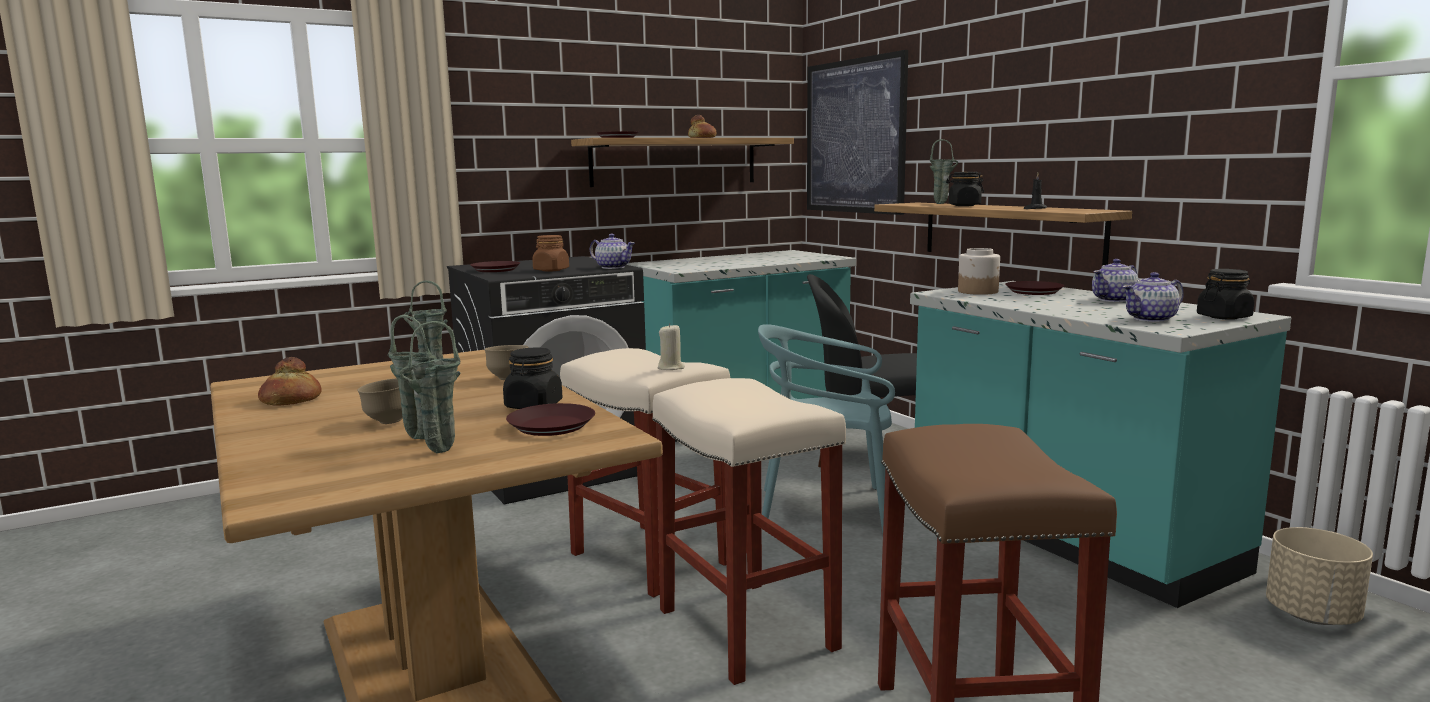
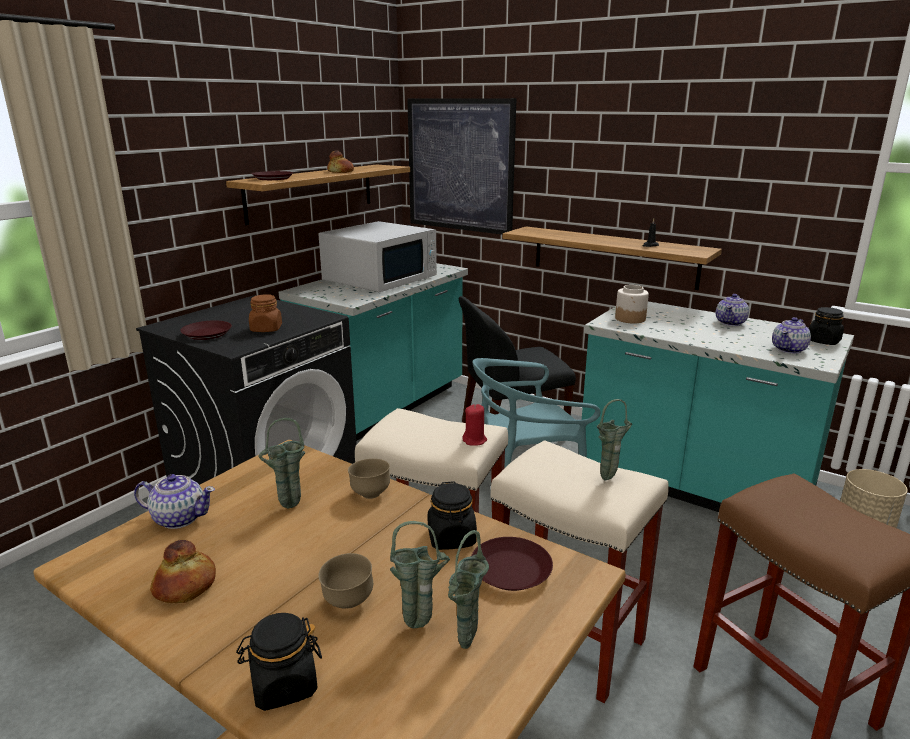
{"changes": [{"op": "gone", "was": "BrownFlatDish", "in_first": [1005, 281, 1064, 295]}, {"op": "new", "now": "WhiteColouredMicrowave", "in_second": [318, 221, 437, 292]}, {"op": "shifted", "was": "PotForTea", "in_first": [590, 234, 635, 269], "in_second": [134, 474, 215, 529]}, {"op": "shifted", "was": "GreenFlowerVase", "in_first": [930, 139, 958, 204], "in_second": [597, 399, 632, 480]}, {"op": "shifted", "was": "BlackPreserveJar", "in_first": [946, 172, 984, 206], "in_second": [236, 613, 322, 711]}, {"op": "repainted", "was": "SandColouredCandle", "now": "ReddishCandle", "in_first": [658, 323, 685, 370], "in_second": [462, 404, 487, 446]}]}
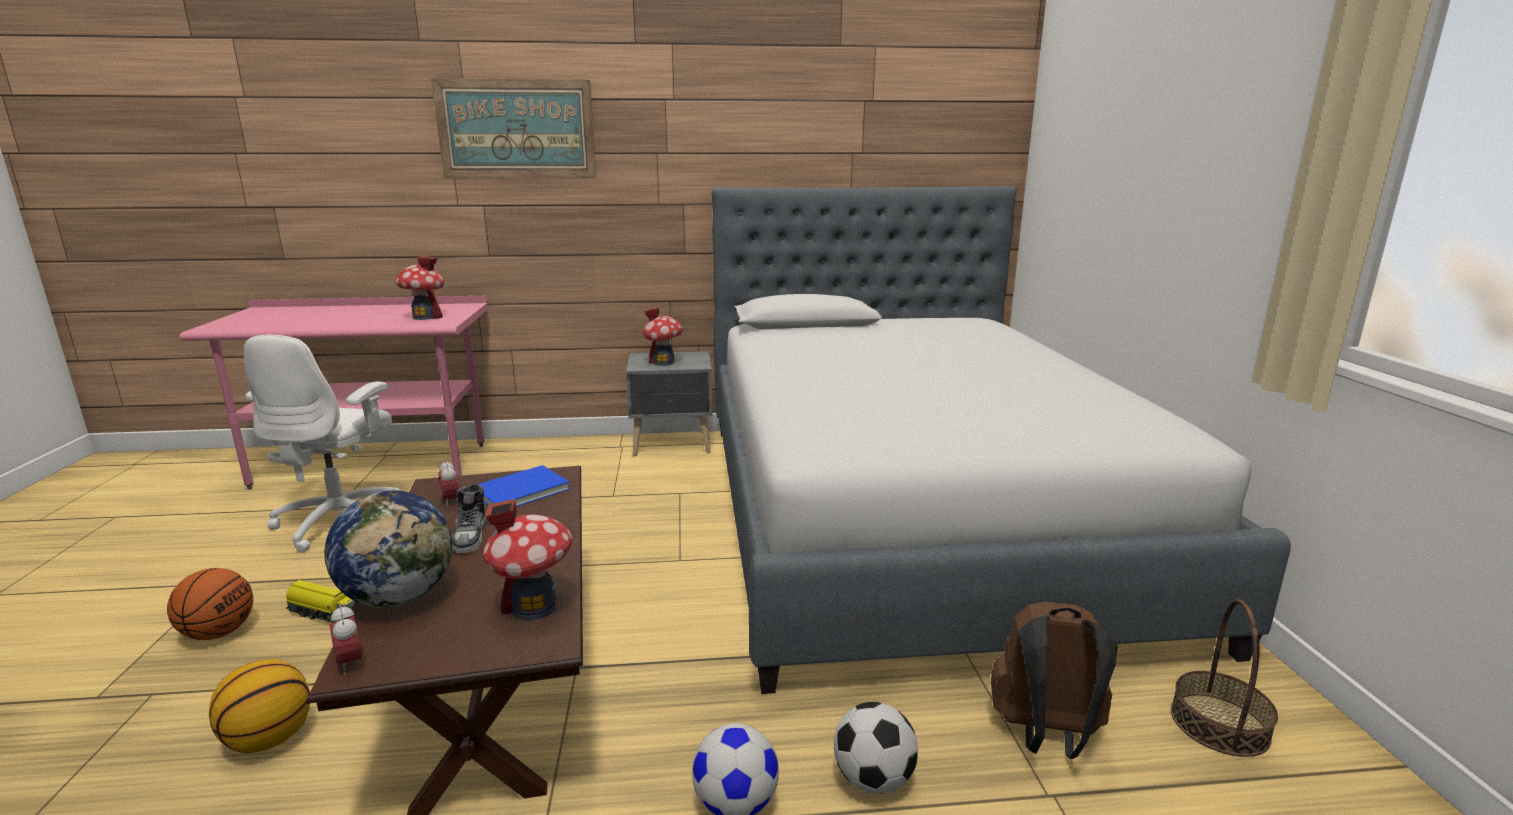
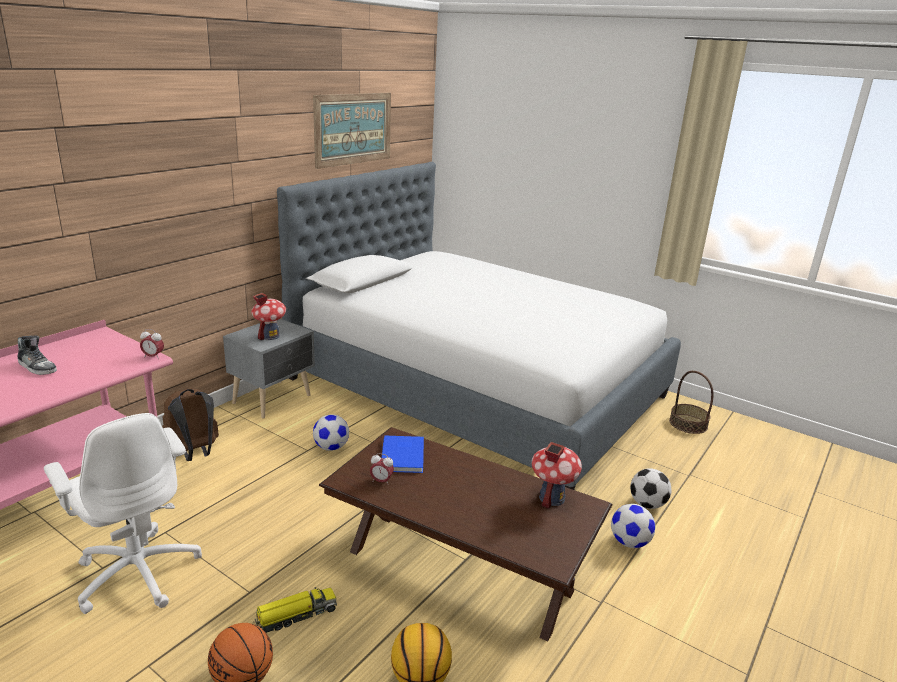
{"changes": [{"op": "gone", "was": "WorldGlobe", "in_first": [323, 490, 452, 608]}, {"op": "gone", "was": "ModelHouse", "in_first": [395, 256, 444, 320]}, {"op": "new", "now": "Football", "in_second": [313, 414, 349, 451]}, {"op": "shifted", "was": "BedsideClock", "in_first": [330, 604, 362, 675], "in_second": [140, 329, 164, 359]}, {"op": "shifted", "was": "WallArt", "in_first": [431, 78, 597, 179], "in_second": [313, 93, 391, 169]}, {"op": "shifted", "was": "ItemOfFootwear", "in_first": [452, 484, 486, 553], "in_second": [17, 335, 57, 375]}, {"op": "shifted", "was": "BrownKnapsack", "in_first": [991, 601, 1117, 759], "in_second": [162, 388, 219, 461]}]}
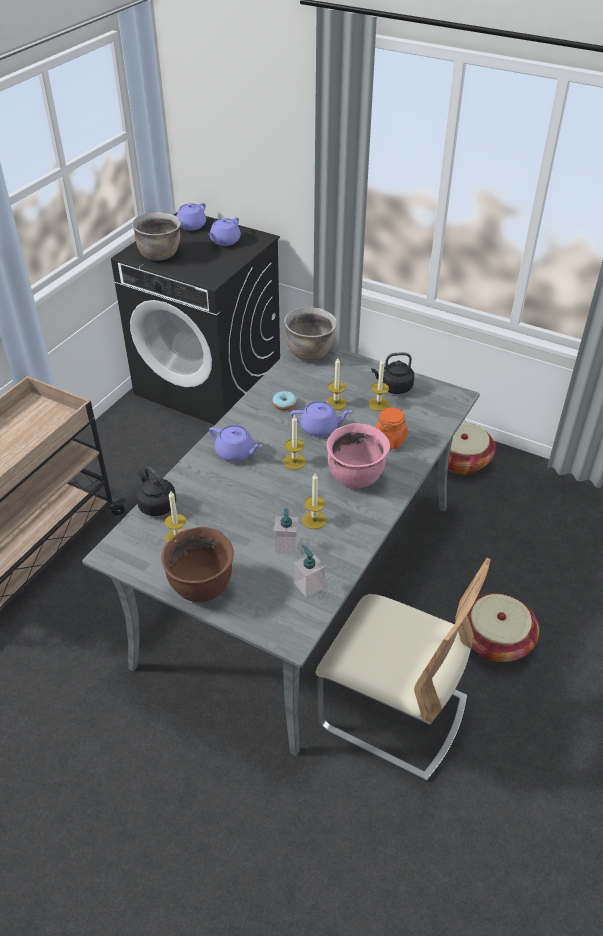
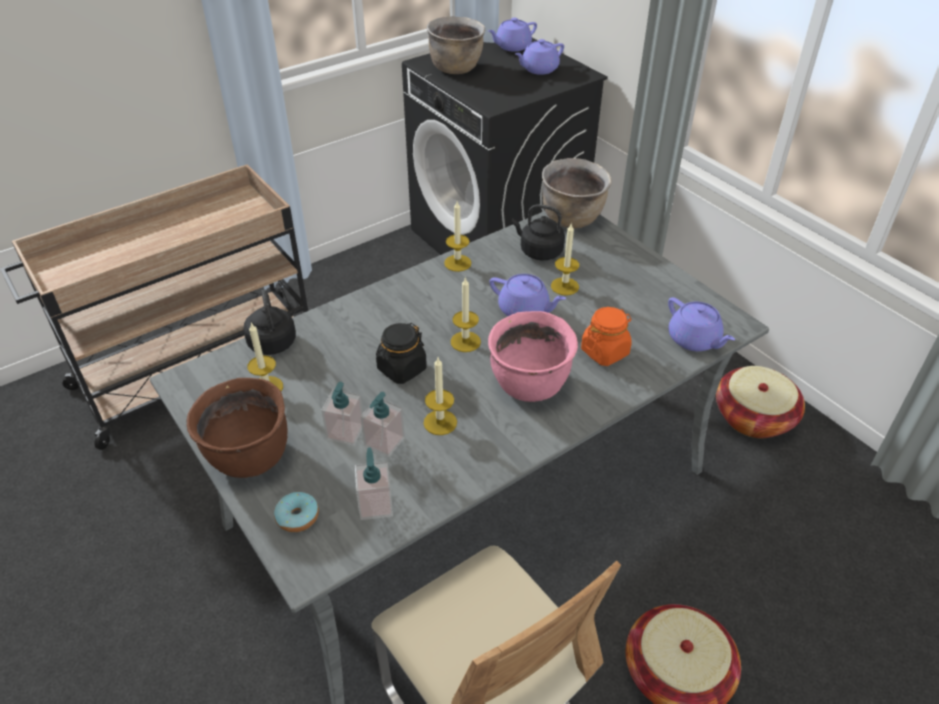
{"changes": [{"op": "new", "now": "LiquidSoapBottle", "in_second": [321, 382, 363, 446]}, {"op": "new", "now": "BlackPreserveJar", "in_second": [376, 323, 427, 384]}, {"op": "shifted", "was": "PurplePotForTea", "in_first": [209, 425, 262, 462], "in_second": [668, 297, 735, 351]}, {"op": "shifted", "was": "Doughnut", "in_first": [272, 391, 297, 411], "in_second": [274, 492, 319, 532]}, {"op": "shifted", "was": "Candle", "in_first": [368, 358, 389, 411], "in_second": [444, 201, 472, 272]}, {"op": "shifted", "was": "BlackWaterKettle", "in_first": [371, 352, 414, 394], "in_second": [512, 204, 565, 261]}]}
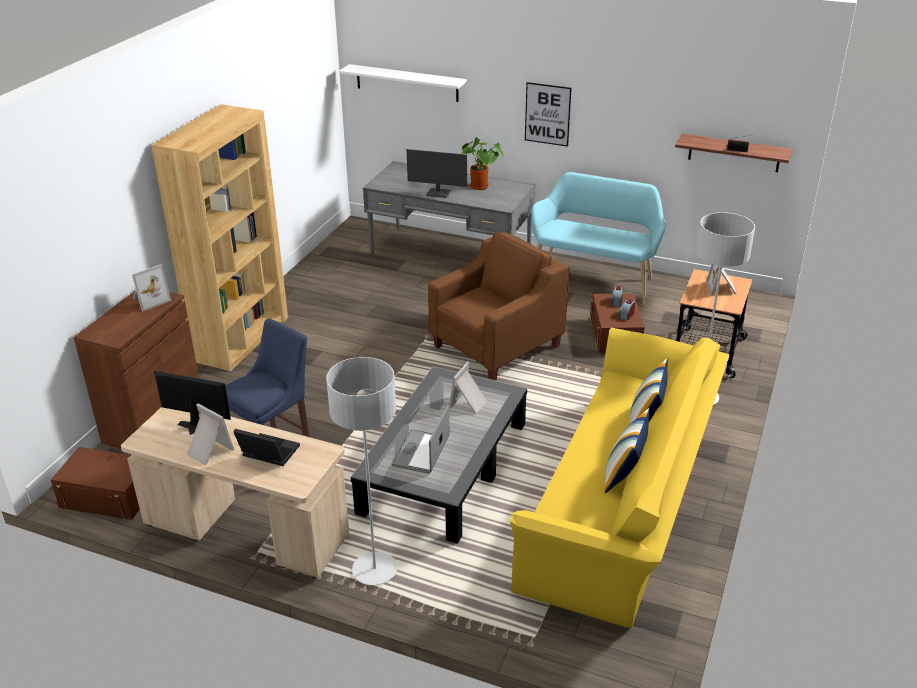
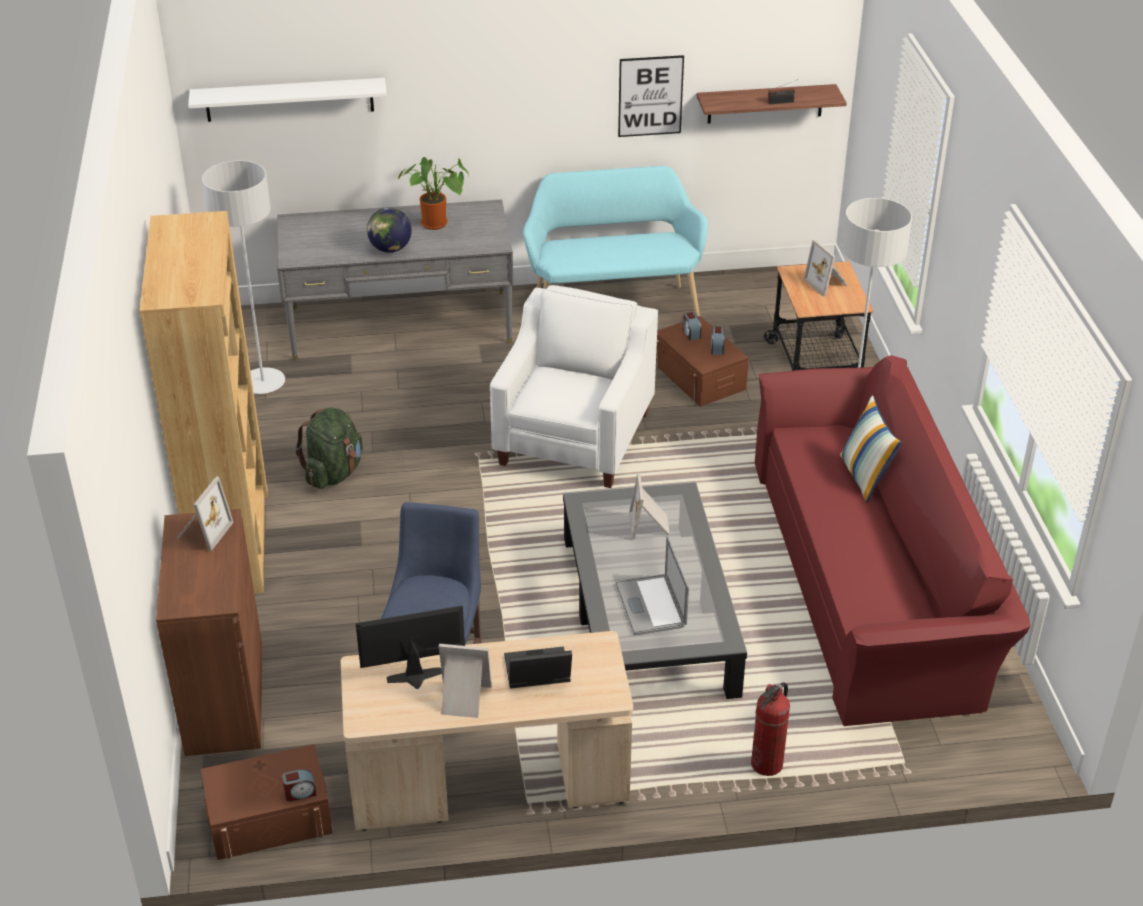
{"changes": [{"op": "gone", "was": "Cushion", "in_first": [605, 408, 650, 493]}, {"op": "new", "now": "BedsideClock", "in_second": [282, 769, 316, 802]}, {"op": "new", "now": "GreenKnapsack", "in_second": [295, 408, 363, 489]}, {"op": "new", "now": "FireFightingCylinder", "in_second": [751, 682, 790, 776]}, {"op": "shifted", "was": "GreyStandingLamp", "in_first": [326, 357, 397, 585], "in_second": [202, 160, 285, 394]}, {"op": "shifted", "was": "WallArt", "in_first": [525, 82, 571, 147], "in_second": [618, 55, 684, 137]}, {"op": "swapped", "was": "Monitor", "now": "WorldGlobe", "in_first": [407, 149, 467, 198], "in_second": [367, 208, 412, 253]}, {"op": "repainted", "was": "BrownEasyChair", "now": "WhiteColouredEasyChair", "in_first": [428, 232, 570, 380], "in_second": [490, 285, 658, 488]}, {"op": "repainted", "was": "YellowColouredCouch", "now": "ReddishCouch", "in_first": [510, 328, 730, 628], "in_second": [755, 355, 1031, 726]}]}
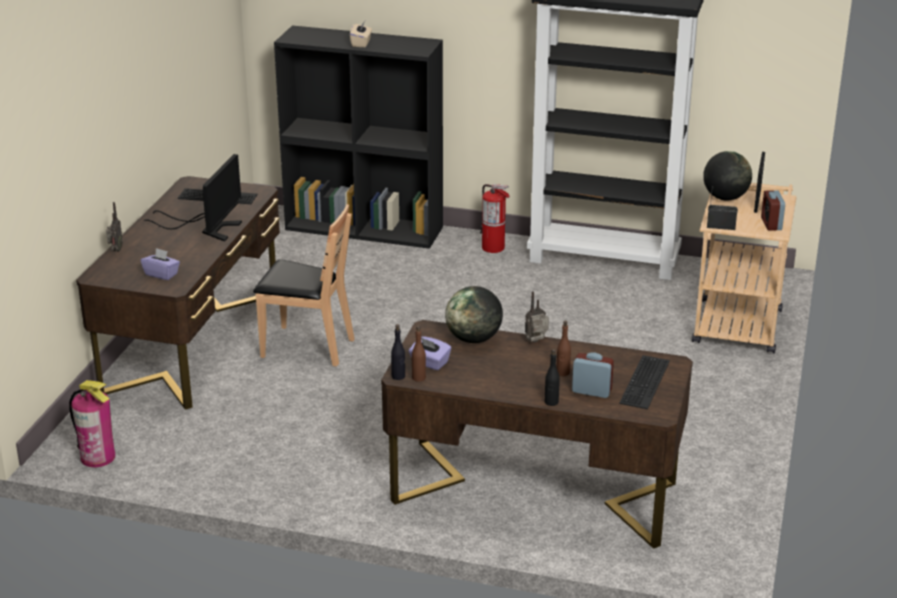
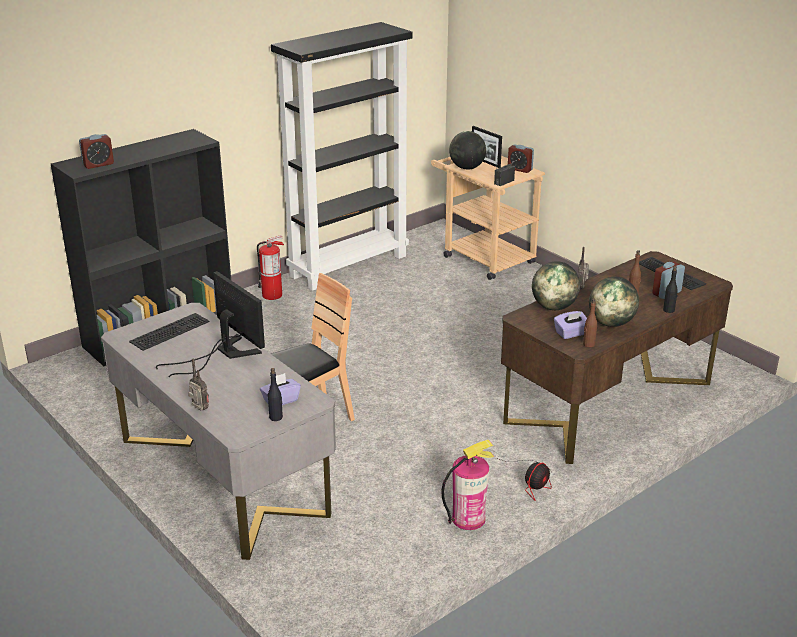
{"changes": [{"op": "gone", "was": "SandColouredBoxOfTissues", "in_first": [350, 21, 372, 47]}, {"op": "new", "now": "BedsideClock", "in_second": [79, 134, 114, 169]}, {"op": "new", "now": "Fan", "in_second": [496, 457, 552, 501]}, {"op": "new", "now": "WorldGlobe", "in_second": [589, 277, 639, 327]}, {"op": "shifted", "was": "FireFightingCylinder", "in_first": [69, 380, 115, 467], "in_second": [441, 440, 494, 530]}, {"op": "shifted", "was": "BlackBeverageBottle", "in_first": [391, 324, 405, 380], "in_second": [268, 368, 283, 421]}, {"op": "repainted", "was": "BrownDeskTable", "now": "GreyDeskTable", "in_first": [76, 176, 280, 410], "in_second": [101, 303, 336, 560]}]}
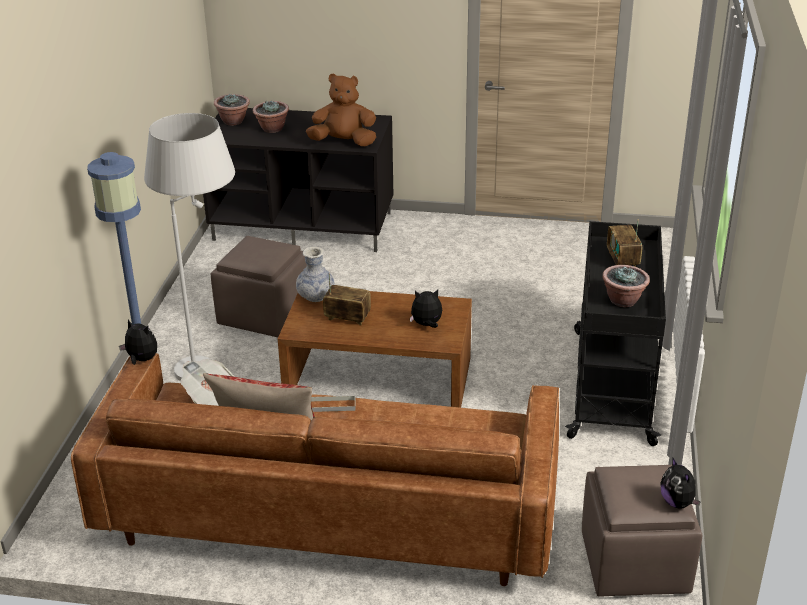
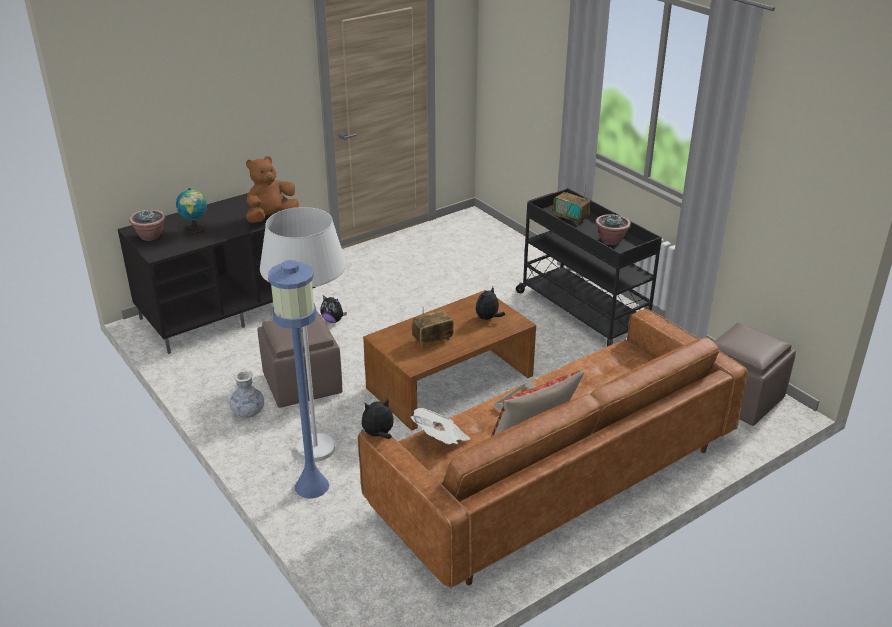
{"changes": [{"op": "shifted", "was": "FlowerVase", "in_first": [296, 247, 335, 302], "in_second": [230, 370, 264, 418]}, {"op": "shifted", "was": "CuddlyToy", "in_first": [660, 457, 701, 509], "in_second": [320, 296, 347, 323]}, {"op": "swapped", "was": "PlantInAPot", "now": "WorldGlobe", "in_first": [253, 101, 289, 133], "in_second": [176, 188, 207, 234]}]}
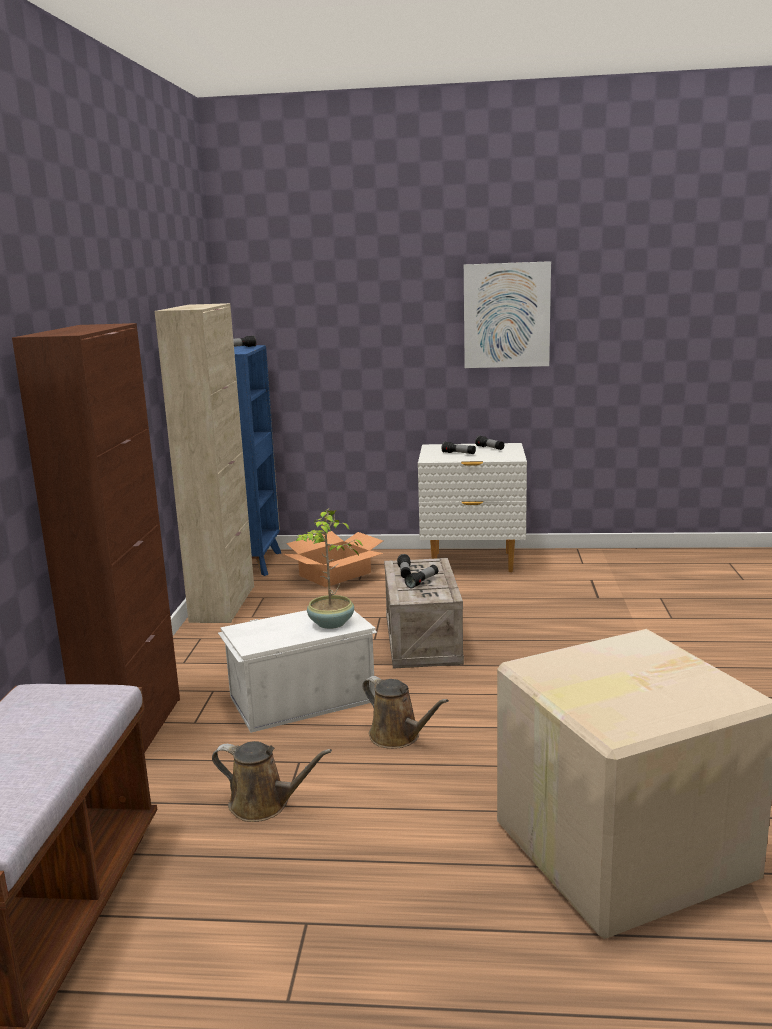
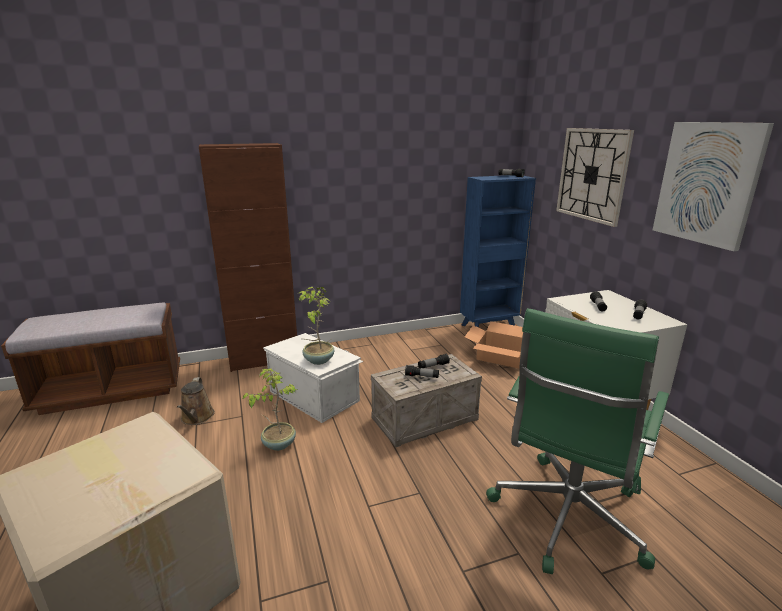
{"changes": [{"op": "gone", "was": "SandColouredStorageCabinet", "in_first": [155, 303, 254, 623]}, {"op": "new", "now": "GreenDeskChair", "in_second": [486, 308, 669, 574]}, {"op": "new", "now": "HangingClock", "in_second": [556, 128, 634, 227]}, {"op": "swapped", "was": "BrownWateringCan", "now": "PlantInAPot", "in_first": [363, 676, 449, 749], "in_second": [242, 369, 298, 451]}]}
